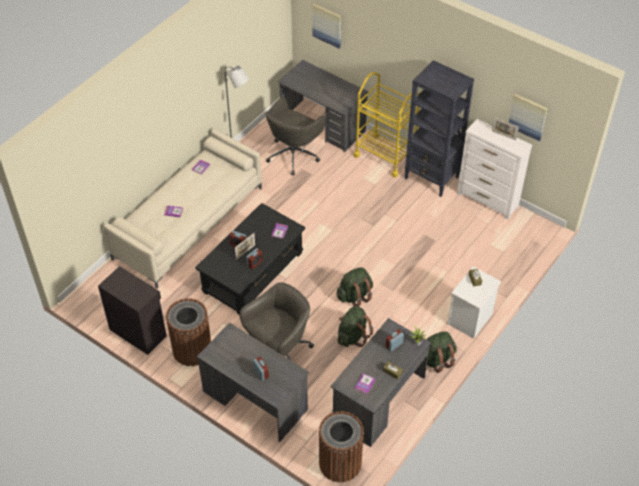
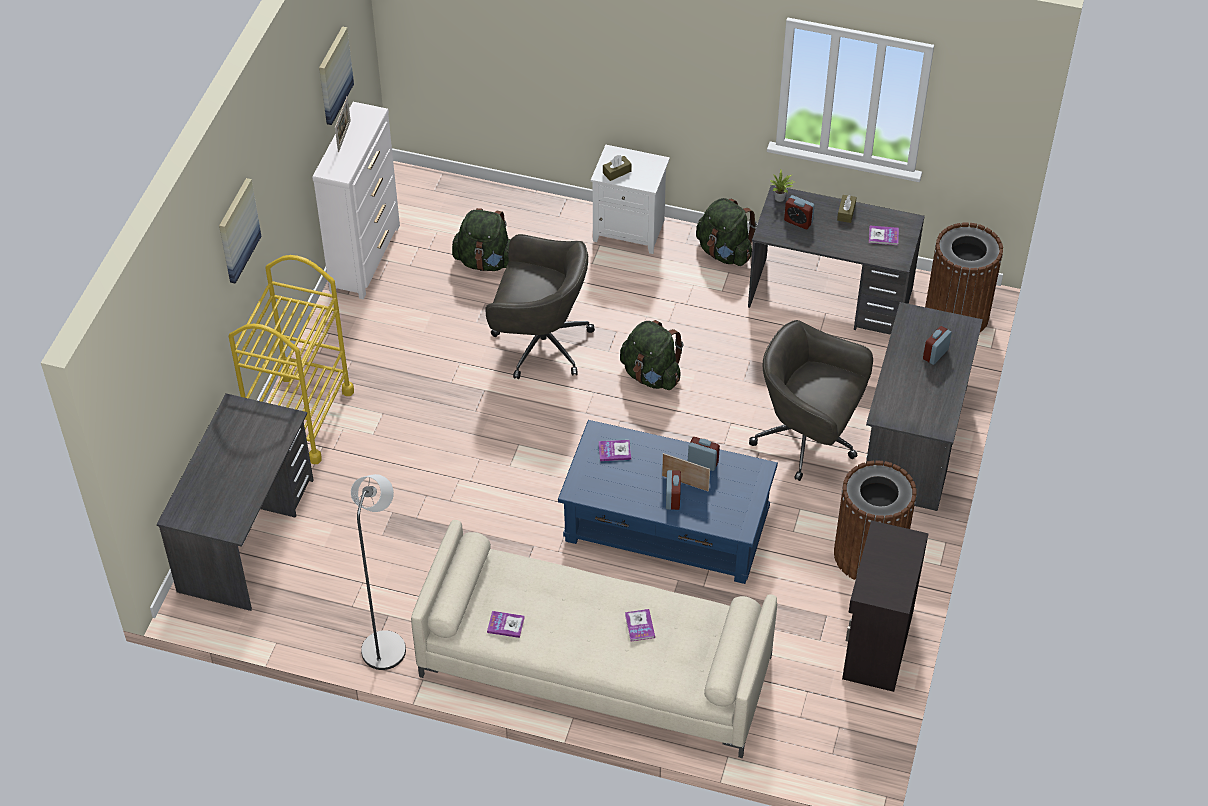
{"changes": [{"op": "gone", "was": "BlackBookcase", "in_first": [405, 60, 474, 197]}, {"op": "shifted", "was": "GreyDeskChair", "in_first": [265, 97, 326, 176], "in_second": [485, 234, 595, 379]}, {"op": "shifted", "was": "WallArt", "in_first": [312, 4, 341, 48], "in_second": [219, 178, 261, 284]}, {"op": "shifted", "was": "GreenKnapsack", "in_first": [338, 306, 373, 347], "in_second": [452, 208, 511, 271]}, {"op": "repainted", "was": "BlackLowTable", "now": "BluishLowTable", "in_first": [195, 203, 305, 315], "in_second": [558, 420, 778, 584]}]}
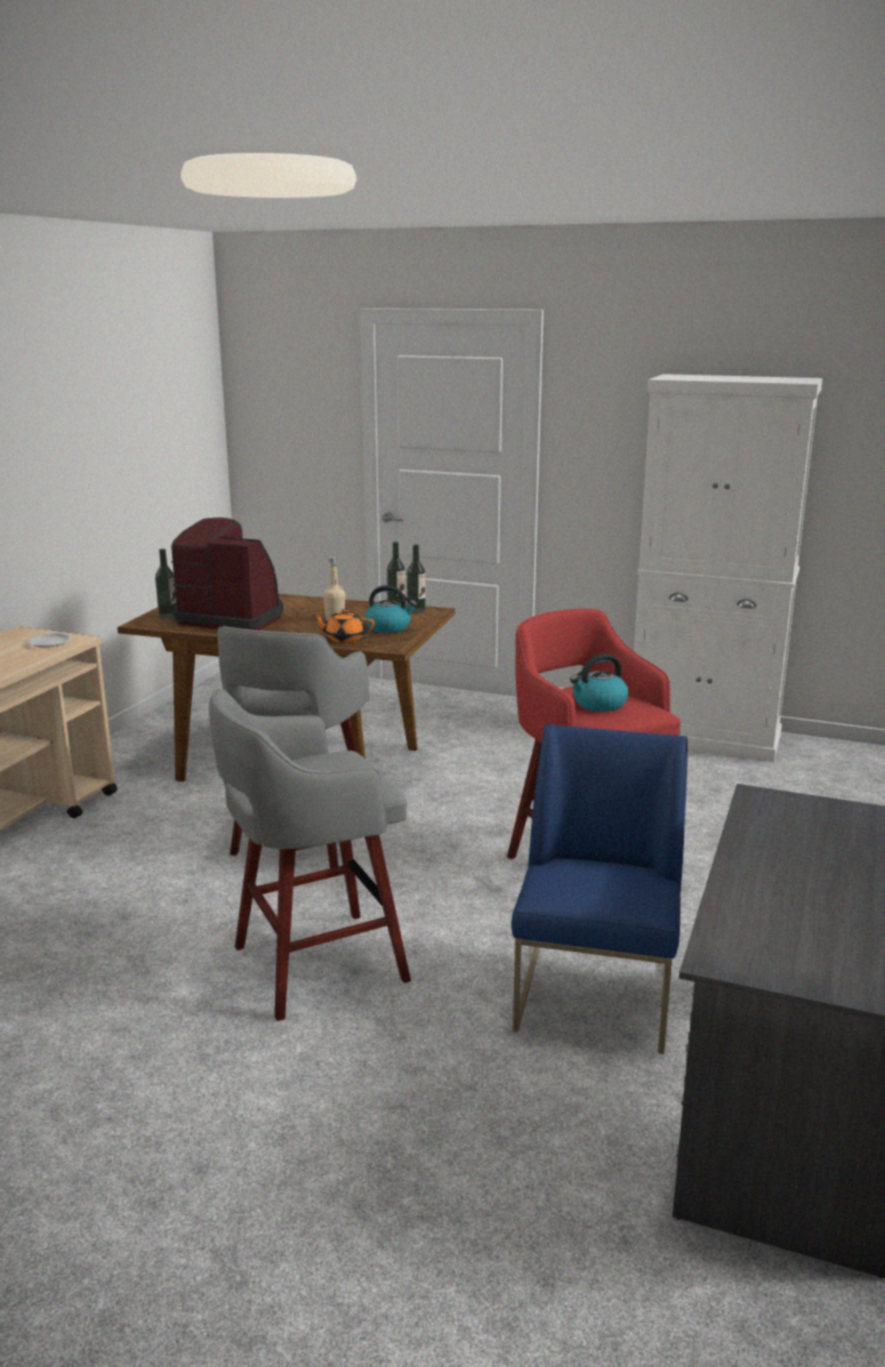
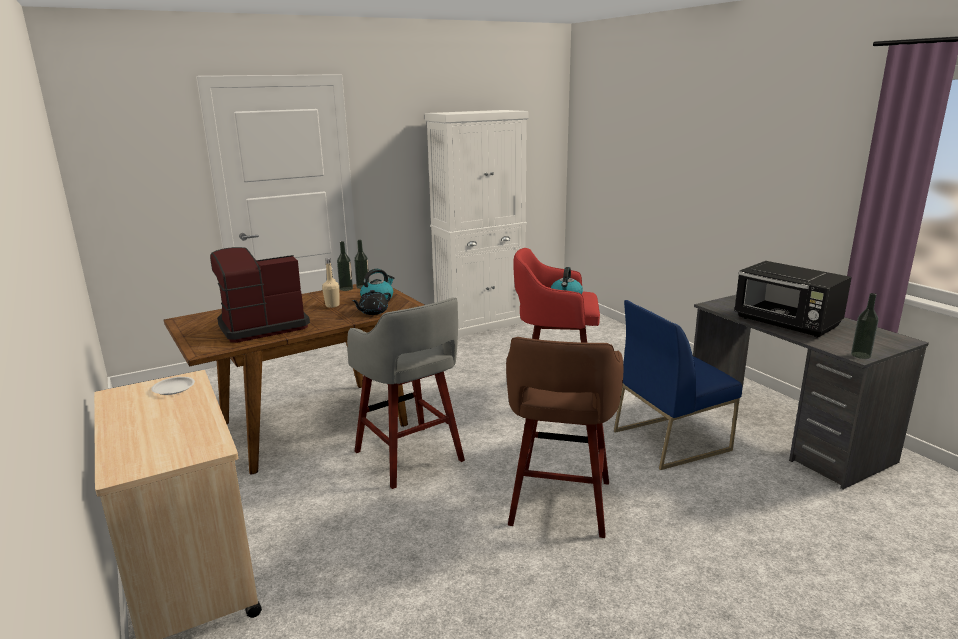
{"changes": [{"op": "new", "now": "BlackMicrowave", "in_second": [734, 261, 852, 338]}, {"op": "shifted", "was": "BeverageBottle", "in_first": [155, 549, 177, 619], "in_second": [851, 293, 878, 359]}, {"op": "repainted", "was": "GreyStool", "now": "BrownStool", "in_first": [209, 689, 411, 1021], "in_second": [506, 337, 624, 538]}, {"op": "repainted", "was": "OrangeyPotForTea", "now": "BlackPotForTea", "in_first": [313, 609, 374, 643], "in_second": [352, 290, 391, 315]}, {"op": "rotated", "was": "BluishChair", "in_first": [511, 724, 688, 1054], "in_second": [614, 300, 742, 470], "clockwise": -75}]}
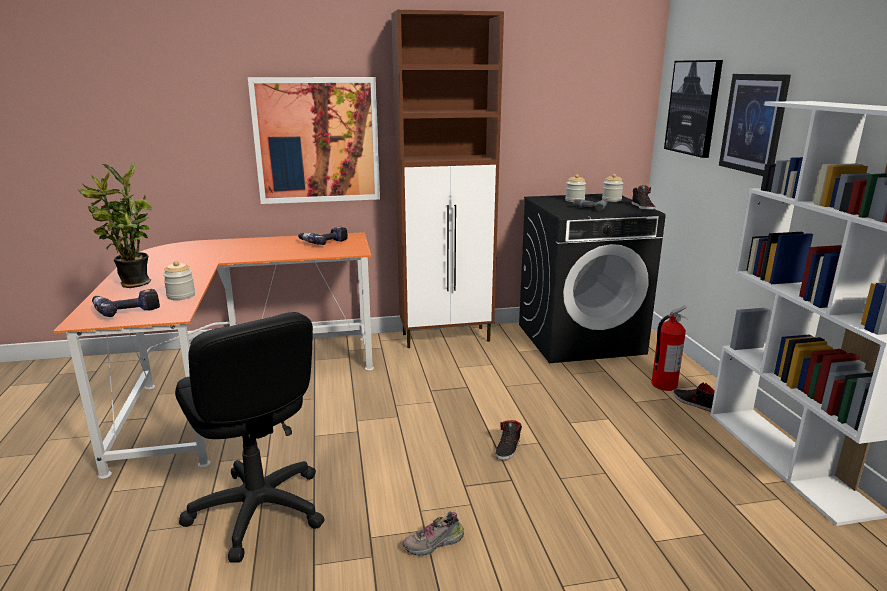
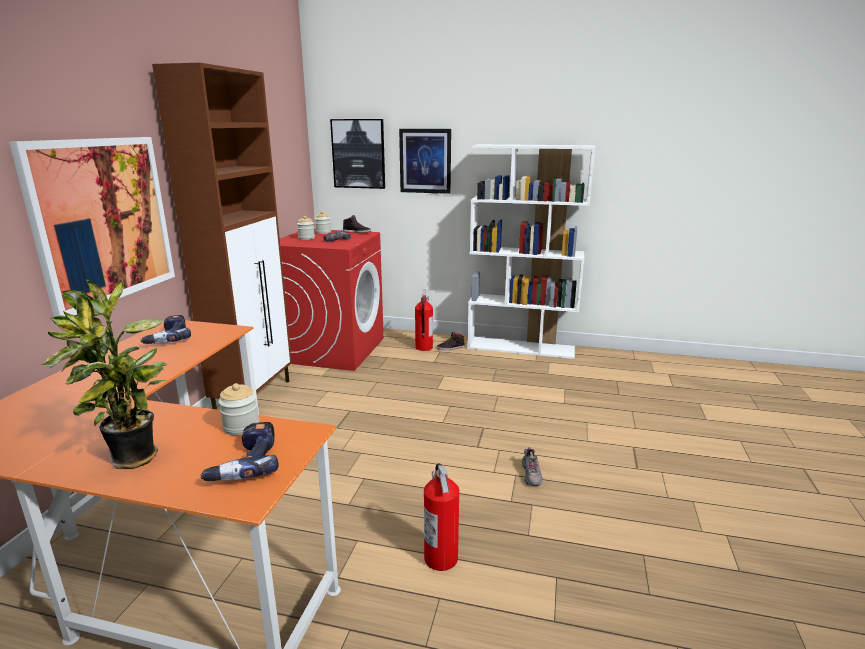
{"changes": [{"op": "gone", "was": "BlackItemOfFootwear", "in_first": [495, 420, 522, 460]}, {"op": "swapped", "was": "BlackDeskChair", "now": "FireFightingCylinder", "in_first": [175, 312, 325, 563], "in_second": [424, 463, 459, 571]}, {"op": "repainted", "was": "BlackLaundryAppliance", "now": "ReddishLaundryAppliance", "in_first": [519, 194, 666, 363], "in_second": [280, 229, 384, 371]}]}
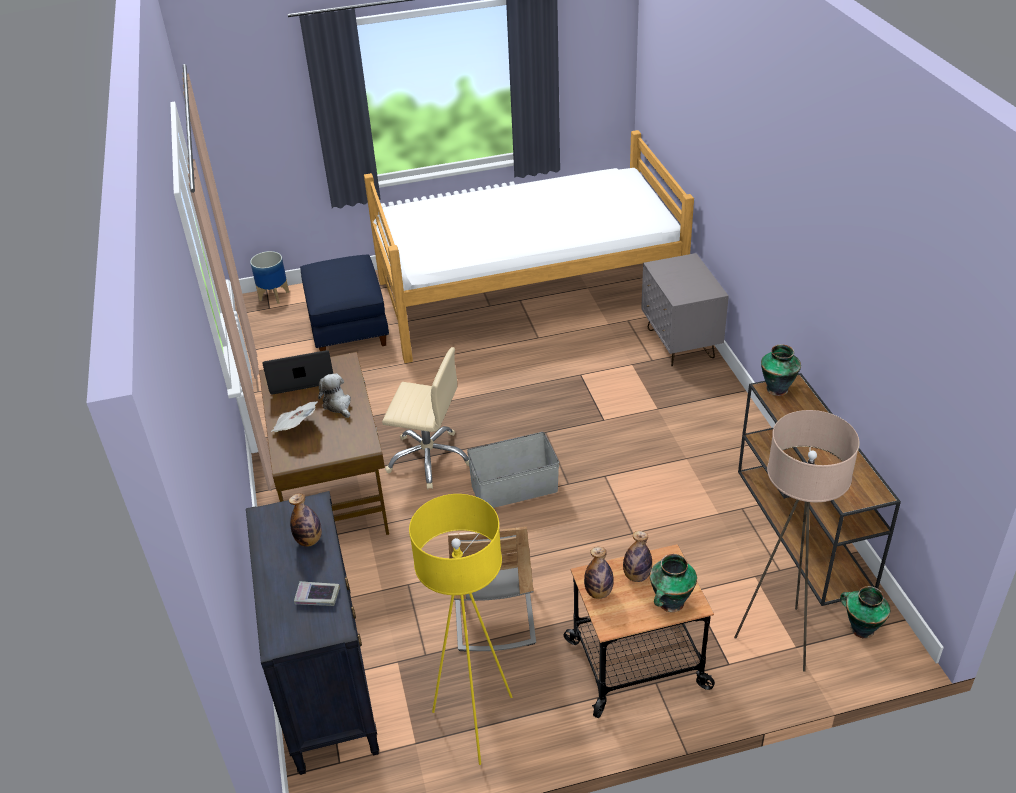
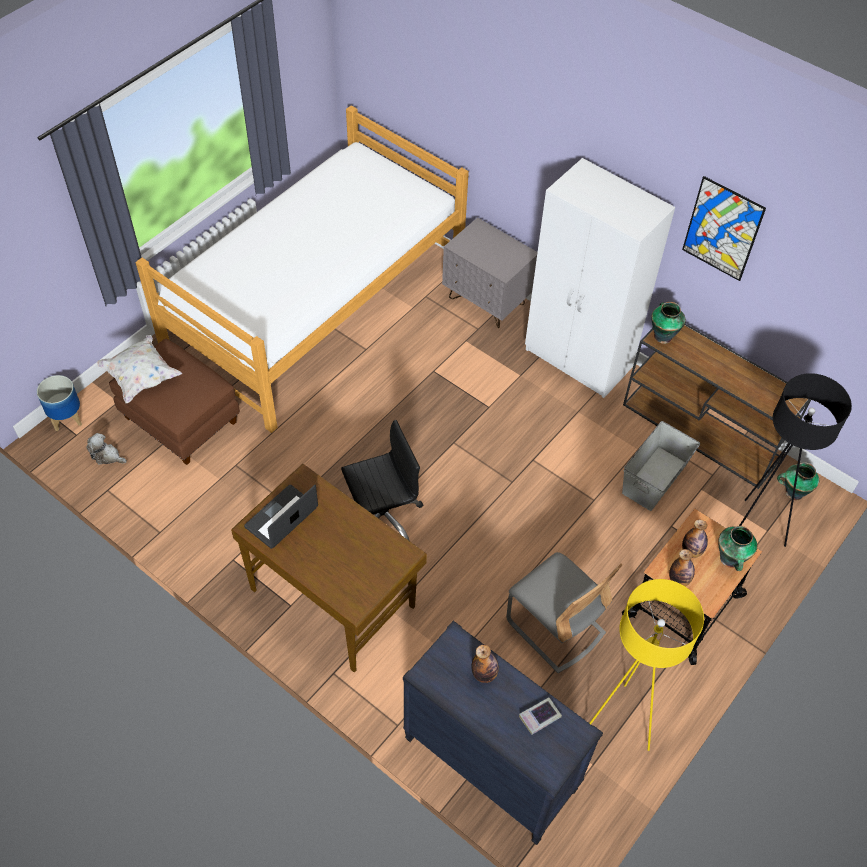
{"changes": [{"op": "gone", "was": "DailyPaper", "in_first": [271, 401, 318, 432]}, {"op": "new", "now": "WhiteColouredCushion", "in_second": [97, 335, 182, 403]}, {"op": "new", "now": "WhiteColouredArmoire", "in_second": [525, 158, 675, 398]}, {"op": "new", "now": "WallArt", "in_second": [682, 176, 766, 281]}, {"op": "shifted", "was": "CuddlyToy", "in_first": [318, 373, 351, 418], "in_second": [86, 433, 127, 465]}, {"op": "shifted", "was": "GreyStorageBin", "in_first": [467, 432, 559, 508], "in_second": [622, 421, 700, 511]}, {"op": "repainted", "was": "BluishOttoman", "now": "BrownOttoman", "in_first": [300, 254, 389, 351], "in_second": [109, 339, 240, 465]}, {"op": "repainted", "was": "SandColouredDeskChair", "now": "BlackDeskChair", "in_first": [382, 347, 469, 489], "in_second": [341, 420, 423, 541]}, {"op": "repainted", "was": "SandColouredStandingLamp", "now": "BlackStandingLamp", "in_first": [734, 410, 860, 672], "in_second": [739, 373, 852, 547]}]}
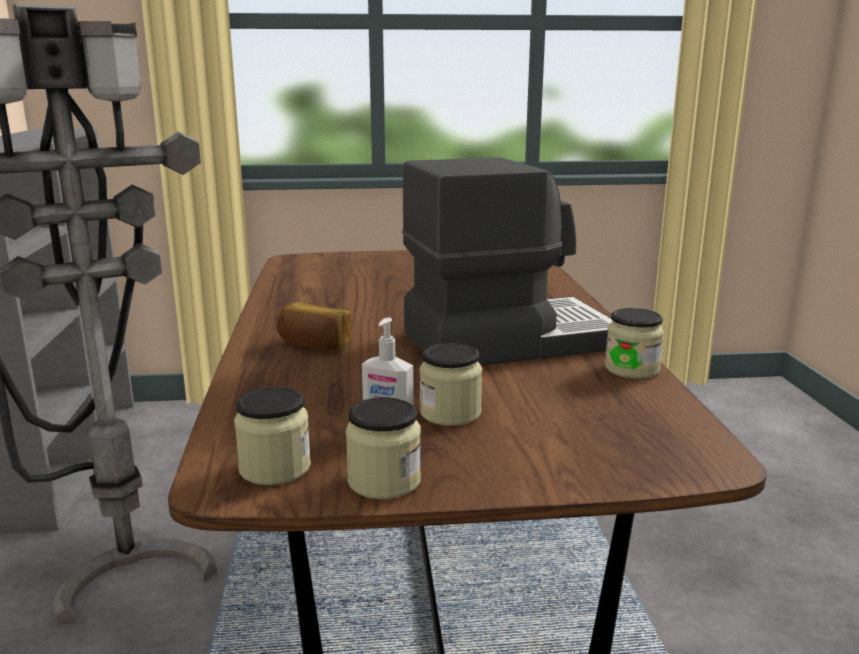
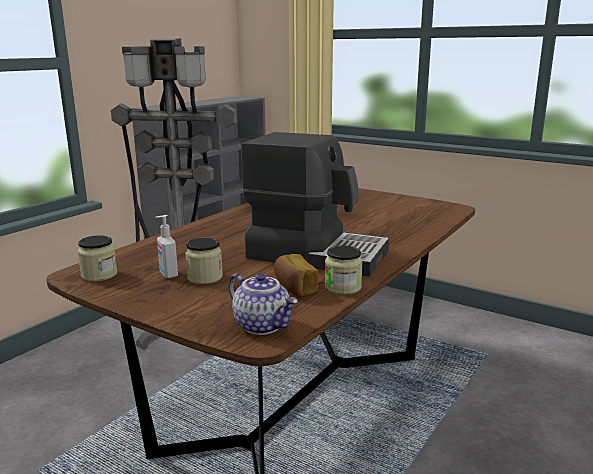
{"changes": [{"op": "gone", "was": "PreserveJar", "in_first": [346, 397, 421, 499]}, {"op": "new", "now": "PotForTea", "in_second": [228, 273, 298, 335]}, {"op": "shifted", "was": "BakeryBread", "in_first": [277, 302, 352, 351], "in_second": [274, 254, 318, 296]}]}
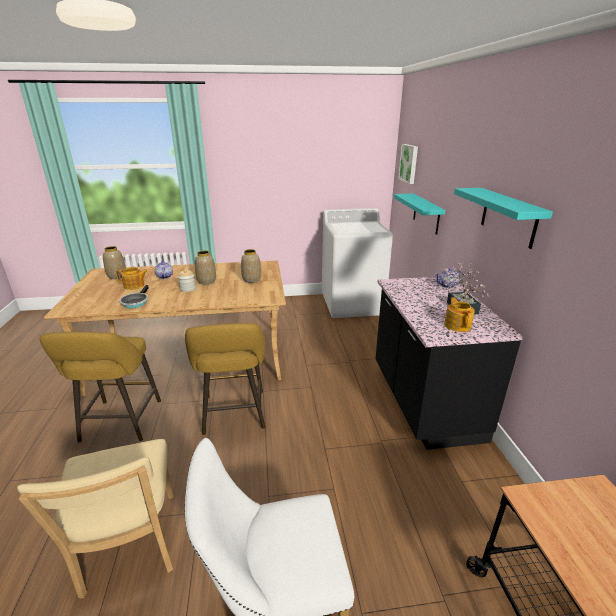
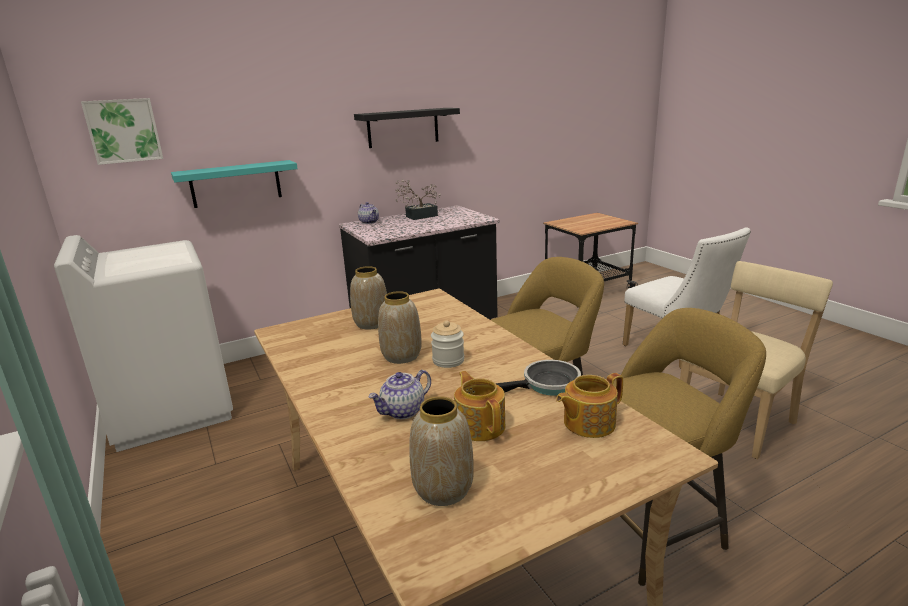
{"changes": [{"op": "shifted", "was": "PotForTea", "in_first": [444, 297, 475, 332], "in_second": [556, 373, 623, 438]}, {"op": "repainted", "was": "BlueGreenWallShelf", "now": "BlackWallShelf", "in_first": [454, 188, 553, 249], "in_second": [354, 108, 460, 148]}]}
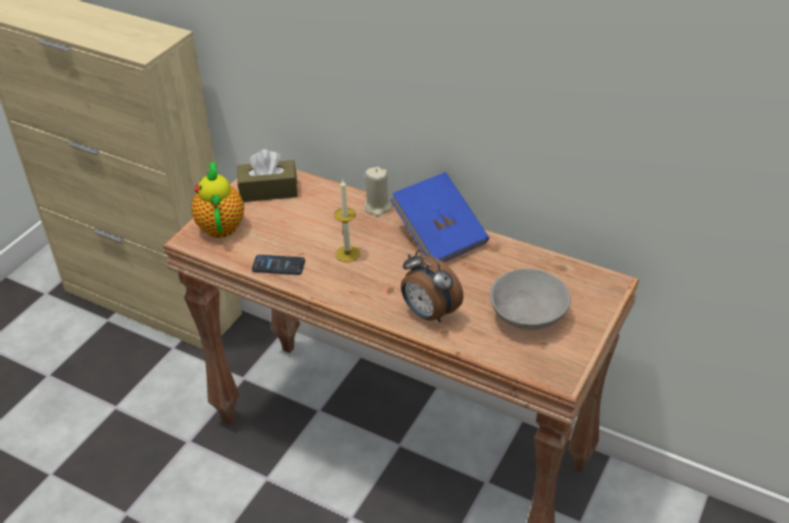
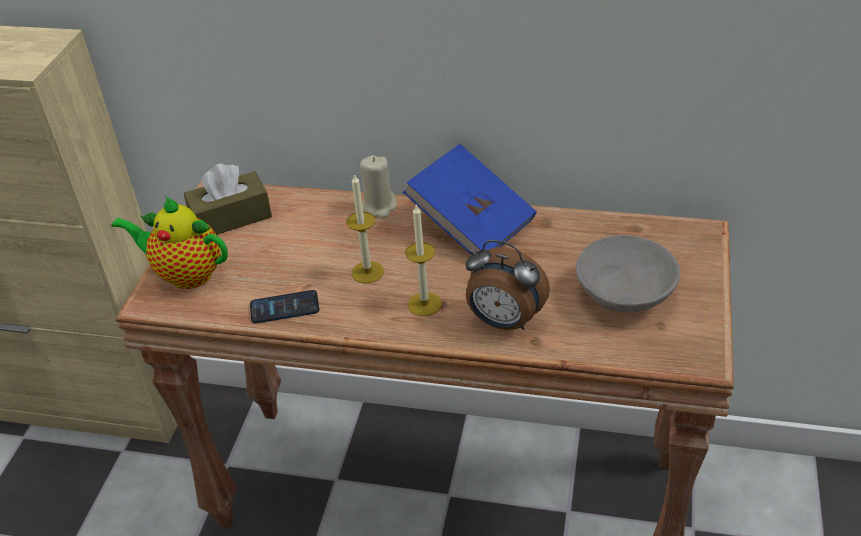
{"changes": [{"op": "new", "now": "Candle", "in_second": [405, 205, 442, 316]}, {"op": "rotated", "was": "PotForTea", "in_first": [191, 162, 244, 238], "in_second": [111, 196, 228, 289], "clockwise": -45}]}
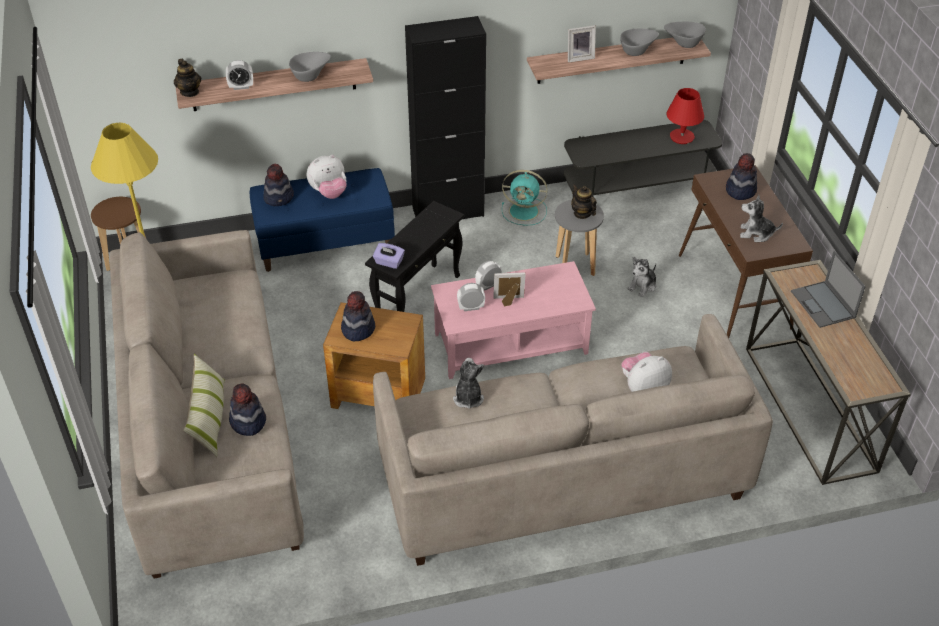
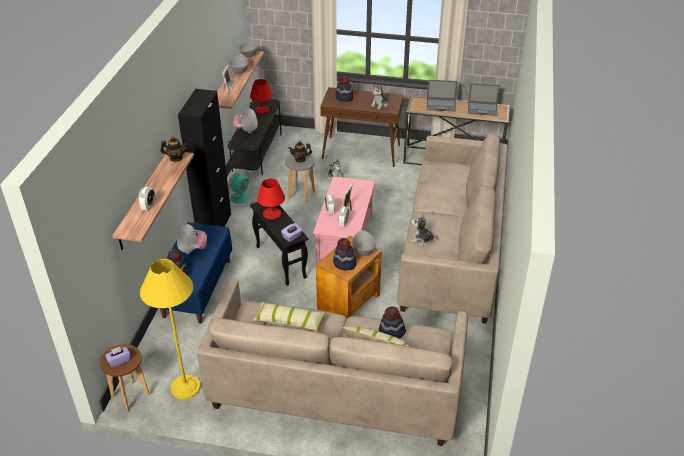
{"changes": [{"op": "new", "now": "PurpleBoxOfTissues", "in_second": [105, 347, 130, 368]}, {"op": "new", "now": "Cushion", "in_second": [252, 302, 326, 332]}, {"op": "new", "now": "ReddishLampForATable", "in_second": [257, 178, 285, 220]}, {"op": "new", "now": "Laptop", "in_second": [468, 83, 500, 116]}, {"op": "shifted", "was": "PotForTea", "in_first": [174, 59, 201, 97], "in_second": [160, 137, 188, 162]}, {"op": "shifted", "was": "GreyBowl", "in_first": [289, 52, 331, 82], "in_second": [352, 230, 376, 256]}, {"op": "shifted", "was": "CuddlyToy", "in_first": [622, 352, 672, 392], "in_second": [233, 107, 258, 133]}]}
